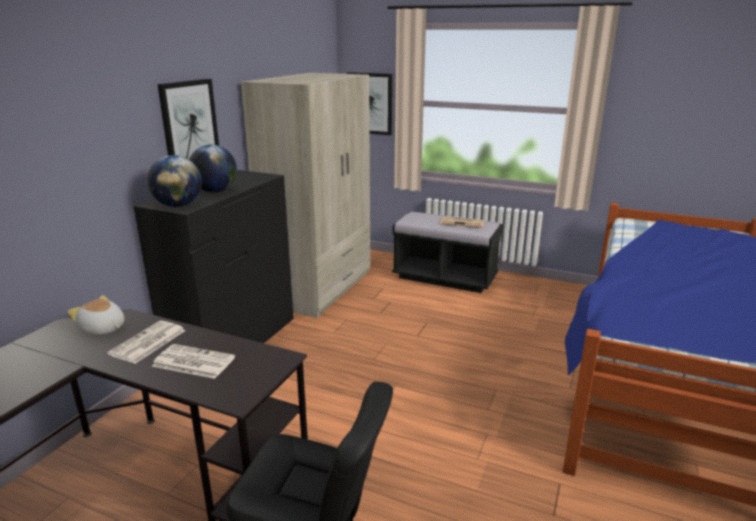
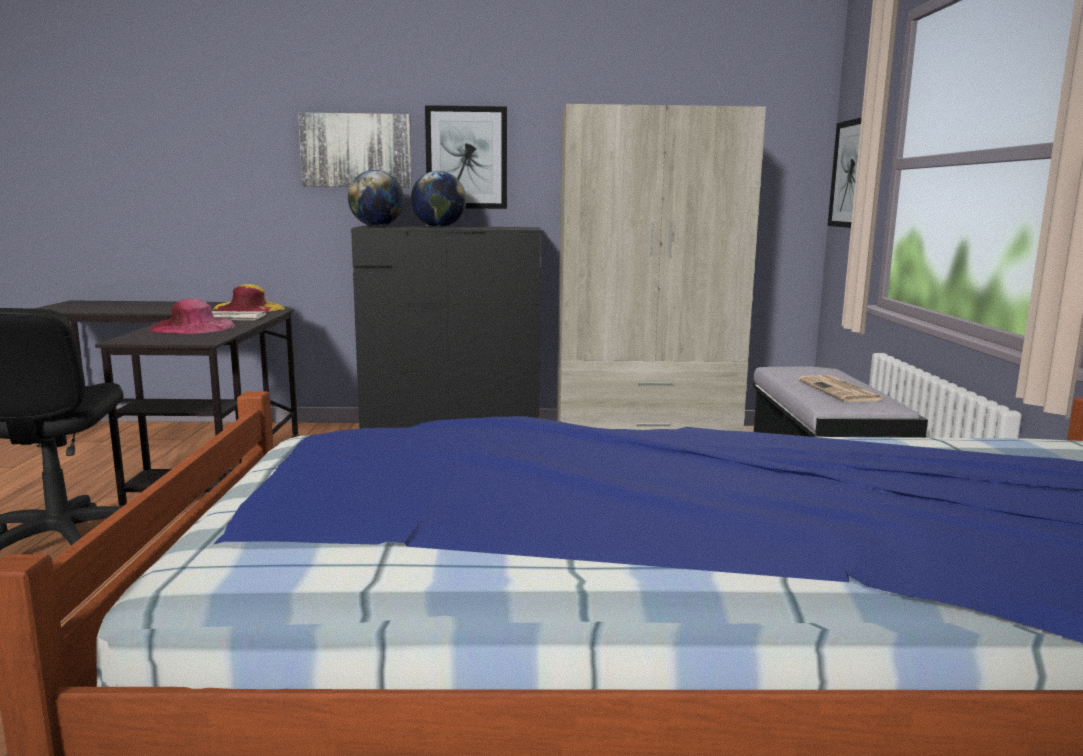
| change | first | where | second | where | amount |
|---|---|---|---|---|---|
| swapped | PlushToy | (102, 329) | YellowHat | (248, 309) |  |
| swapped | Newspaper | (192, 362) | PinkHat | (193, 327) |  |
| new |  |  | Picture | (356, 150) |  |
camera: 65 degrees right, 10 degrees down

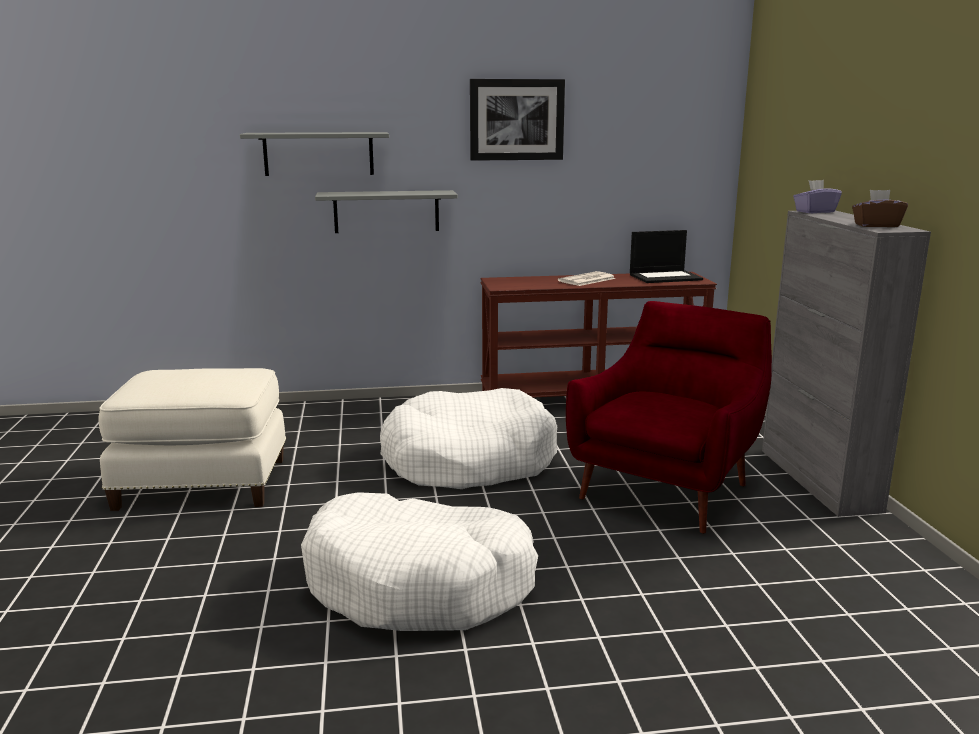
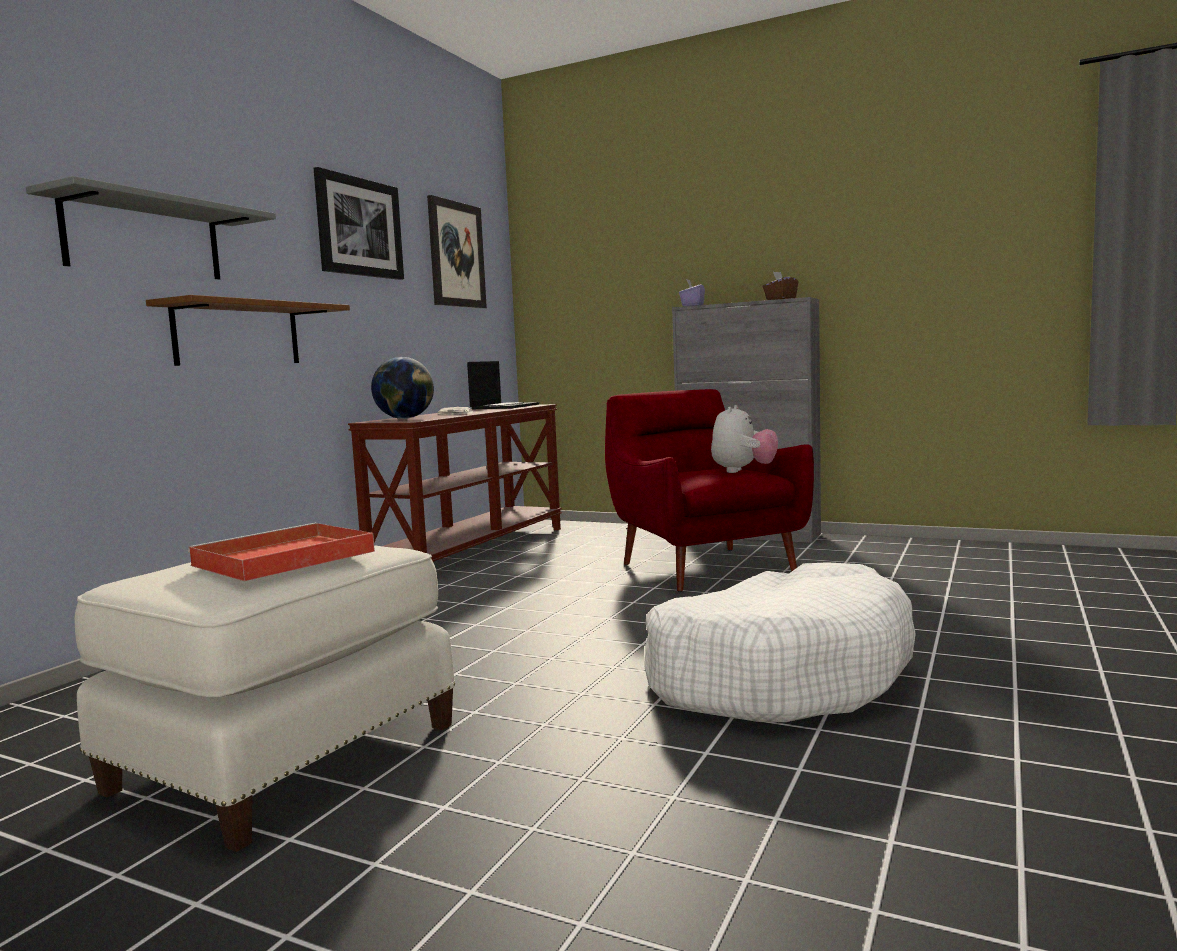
| change | first | where | second | where | amount |
|---|---|---|---|---|---|
| repainted | GreyShelf | (386, 211) | BrownShelf | (238, 334) |  |
| gone | WhiteDogBed | (468, 460) |  |  |  |
| new |  |  | RedTray | (281, 559) |  |
| new |  |  | Globe | (405, 418) |  |
| new |  |  | Picture | (456, 255) |  |
| new |  |  | PlushToy | (743, 471) |  |
camera: 55 degrees left, 10 degrees down

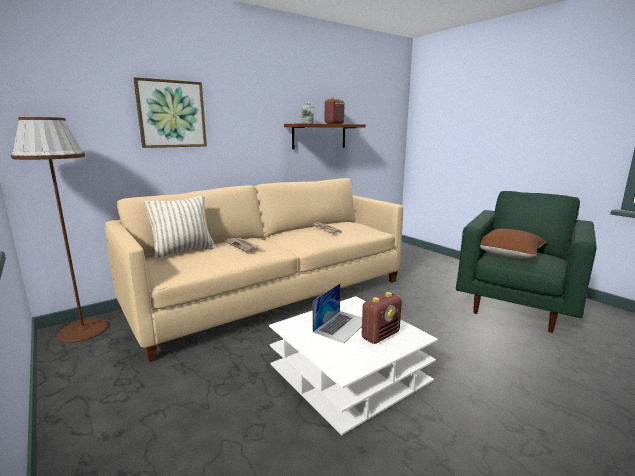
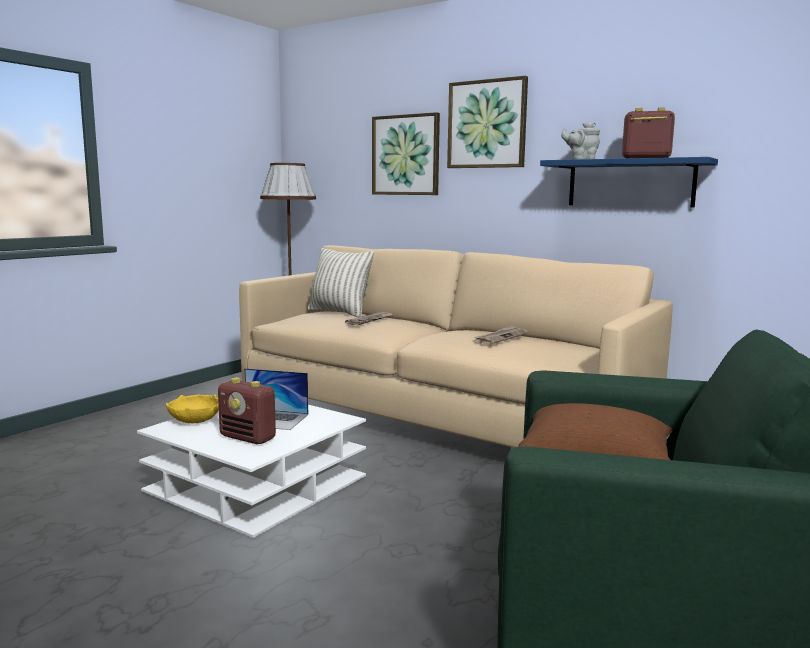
| change | first | where | second | where | amount |
|---|---|---|---|---|---|
| repainted | BrownShelf | (319, 136) | BlueShelf | (630, 183) |  |
| new |  |  | YellowBowl | (195, 420) |  |
| new |  |  | Picture | (487, 124) |  |
camera: 70 degrees right, 5 degrees down

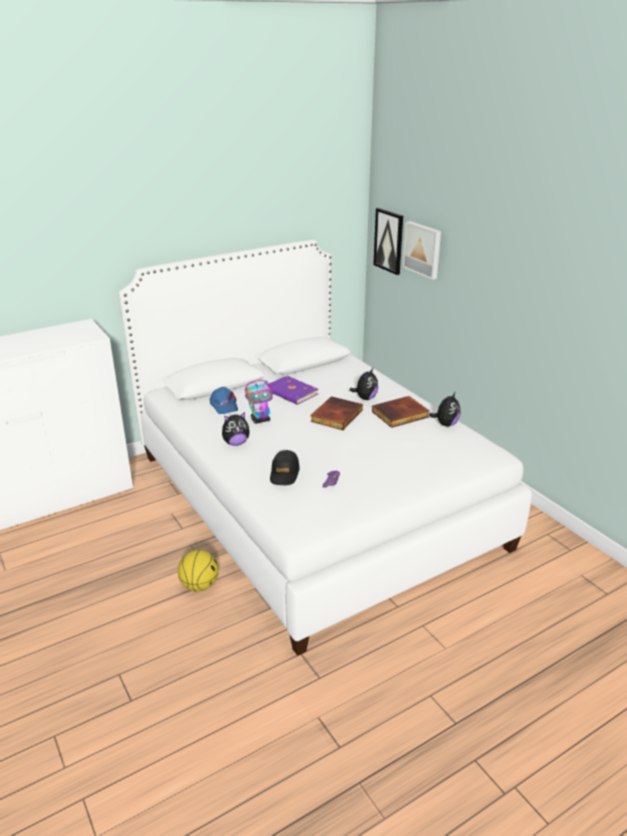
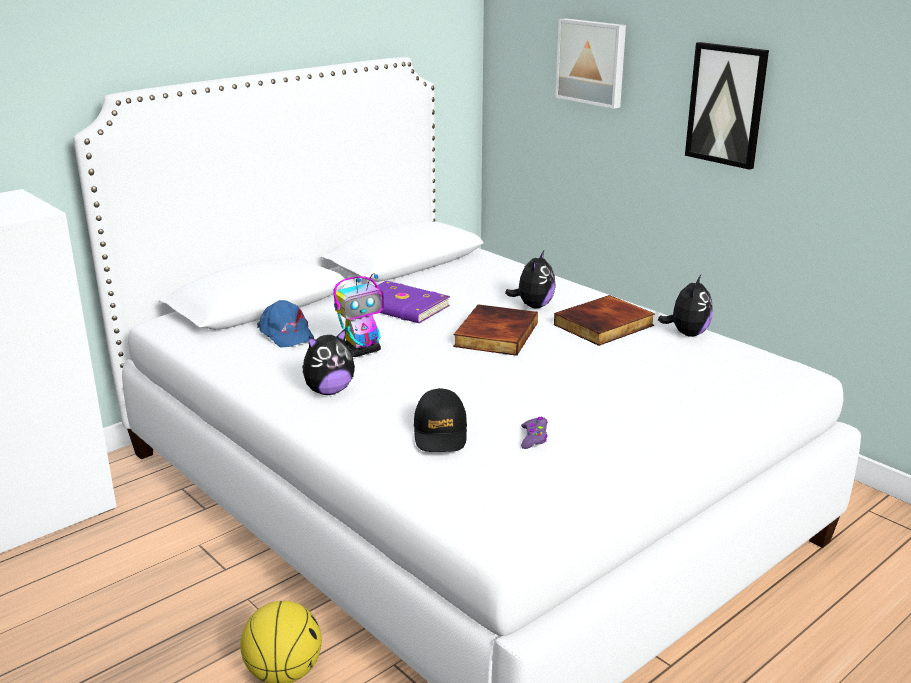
| change | first | where | second | where | amount |
|---|---|---|---|---|---|
| shifted | Picture | (389, 241) |  | (726, 105) |  |
camera: 10 degrees left, 5 degrees down

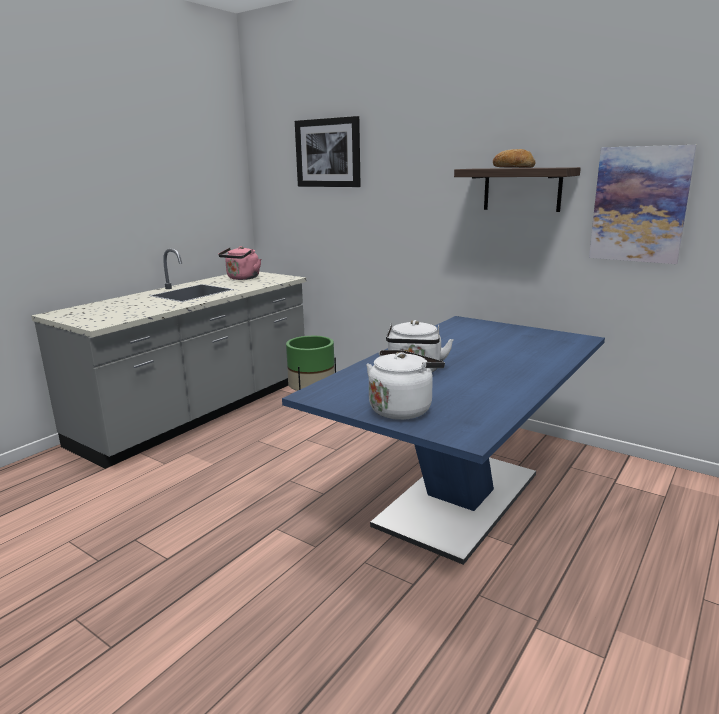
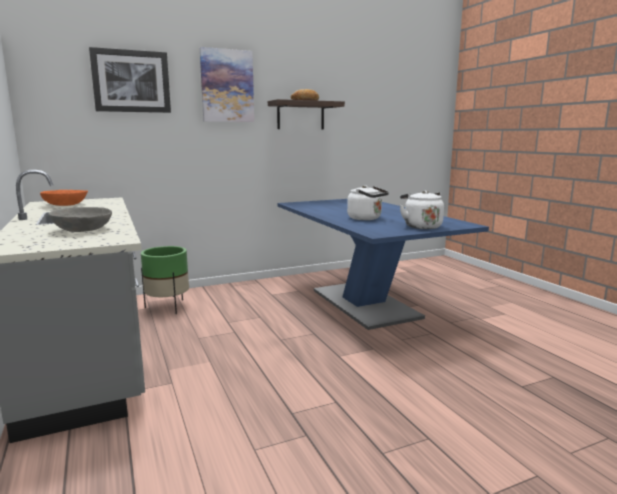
| change | first | where | second | where | amount |
|---|---|---|---|---|---|
| swapped | PinkKettle | (242, 278) | OrangeBowl | (65, 205) |  |
| shifted | Picture | (639, 204) |  | (227, 86) |  |
| new |  |  | GreyBowl | (82, 229) |  |
camera: 60 degrees left, 5 degrees down

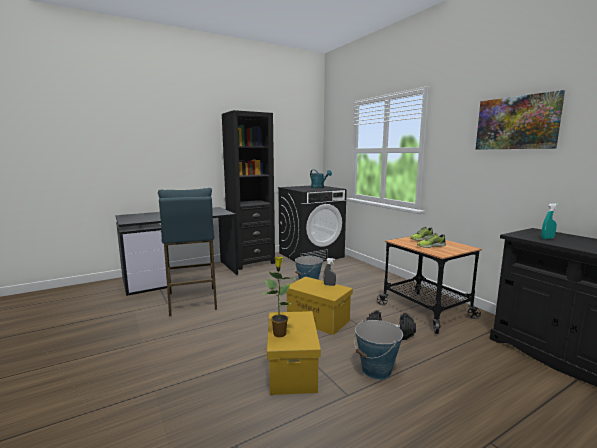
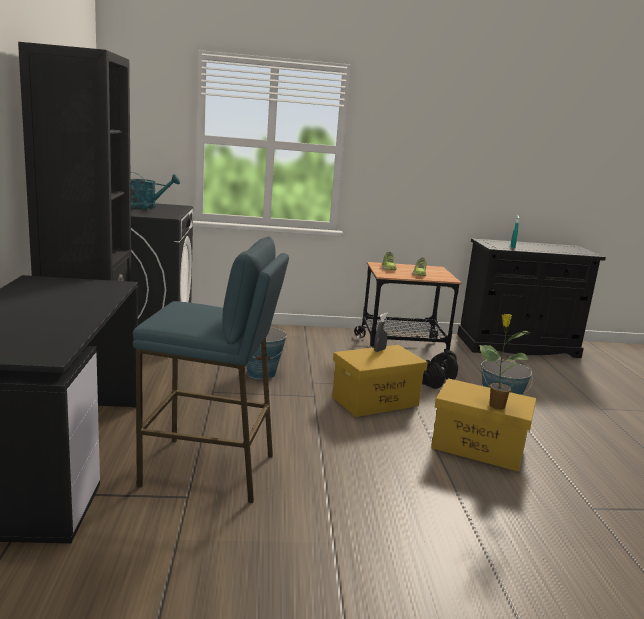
| change | first | where | second | where | amount |
|---|---|---|---|---|---|
| gone | Picture | (516, 123) |  |  |  |
camera: 65 degrees left, 5 degrees up

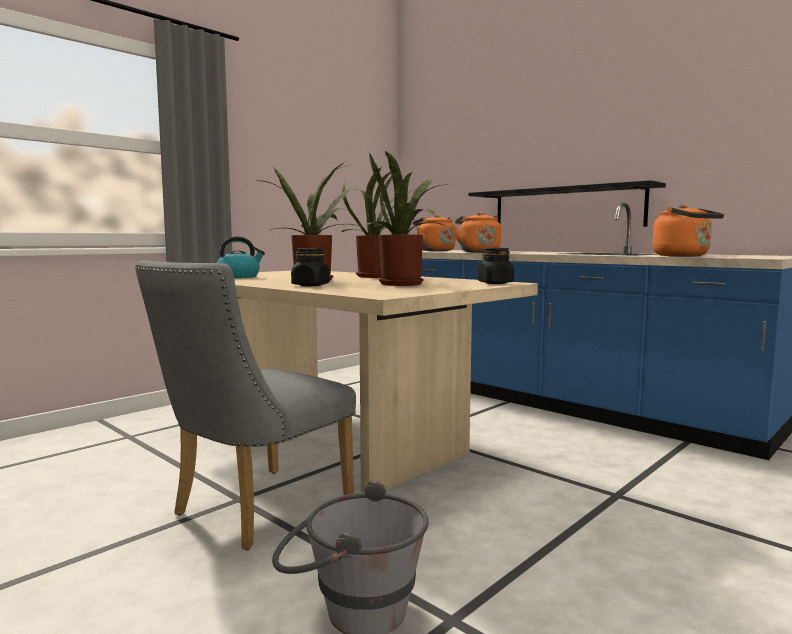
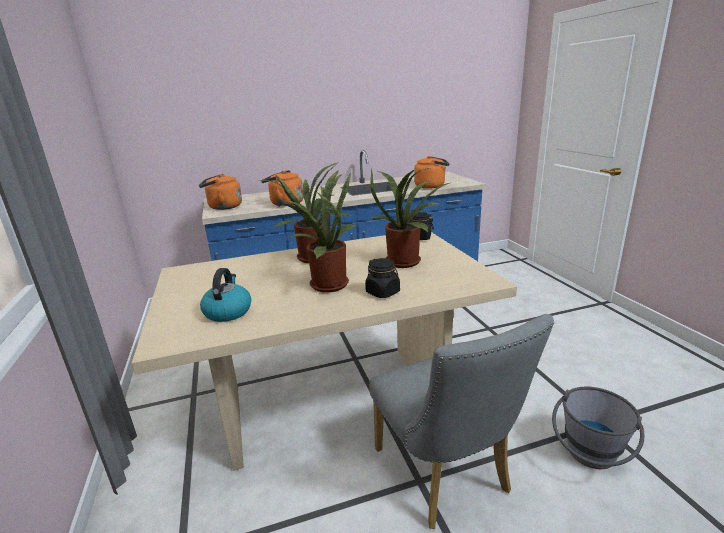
| change | first | where | second | where | amount |
|---|---|---|---|---|---|
| gone | BlackShelf | (566, 208) |  |  |  |
camera: 60 degrees left, 15 degrees up

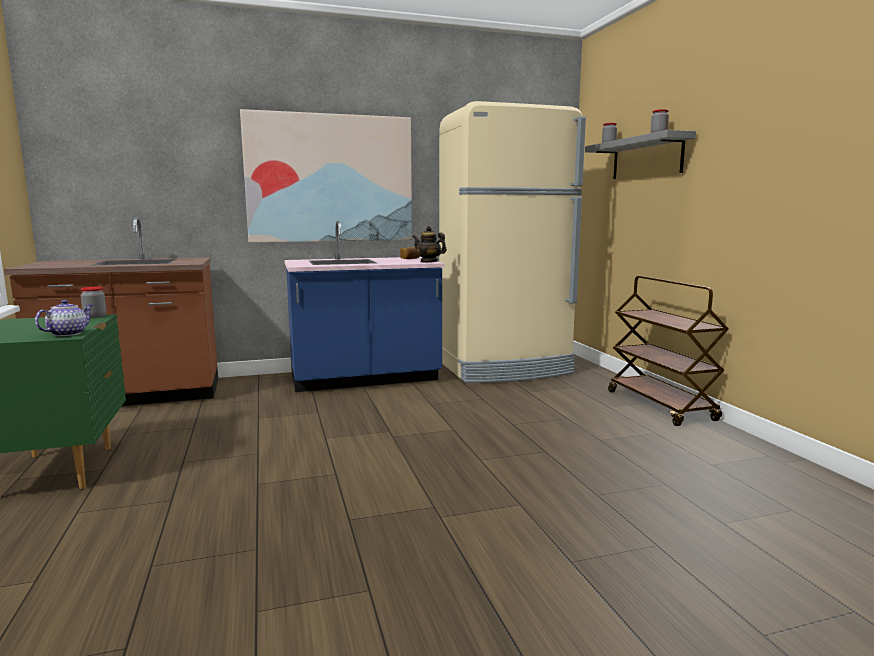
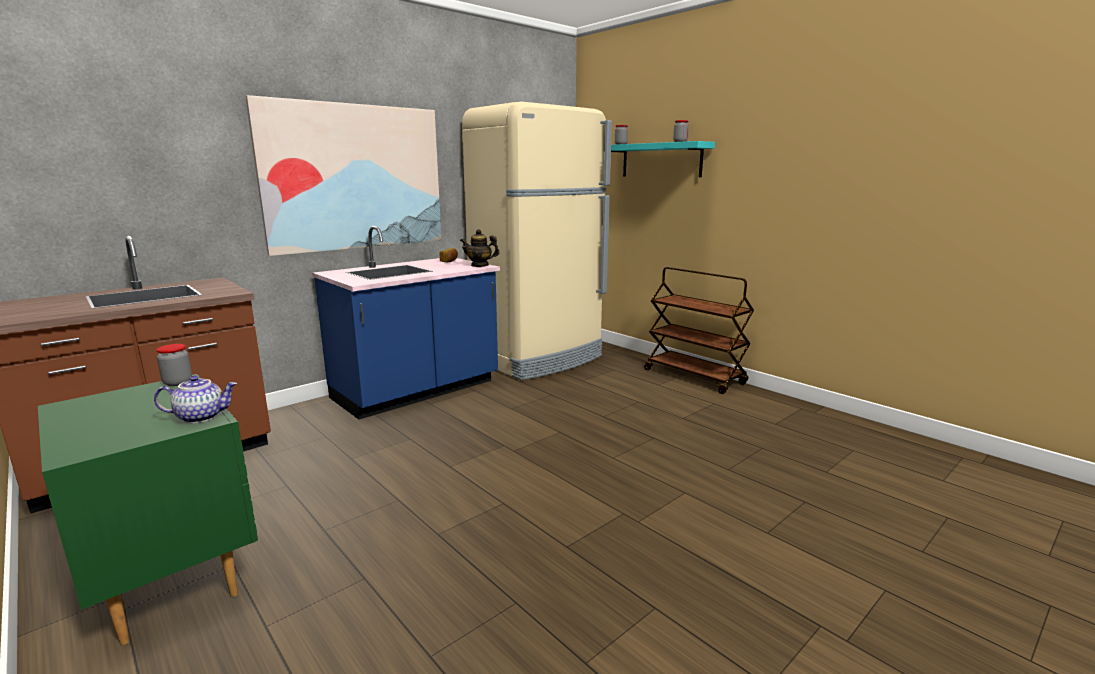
| change | first | where | second | where | amount |
|---|---|---|---|---|---|
| rotated | Teapot | (67, 334) |  | (202, 416) | 75 degrees clockwise |
| repainted | GreyShelf | (646, 158) | TurquoiseShelf | (661, 160) |  |
camera: 25 degrees left, 5 degrees up

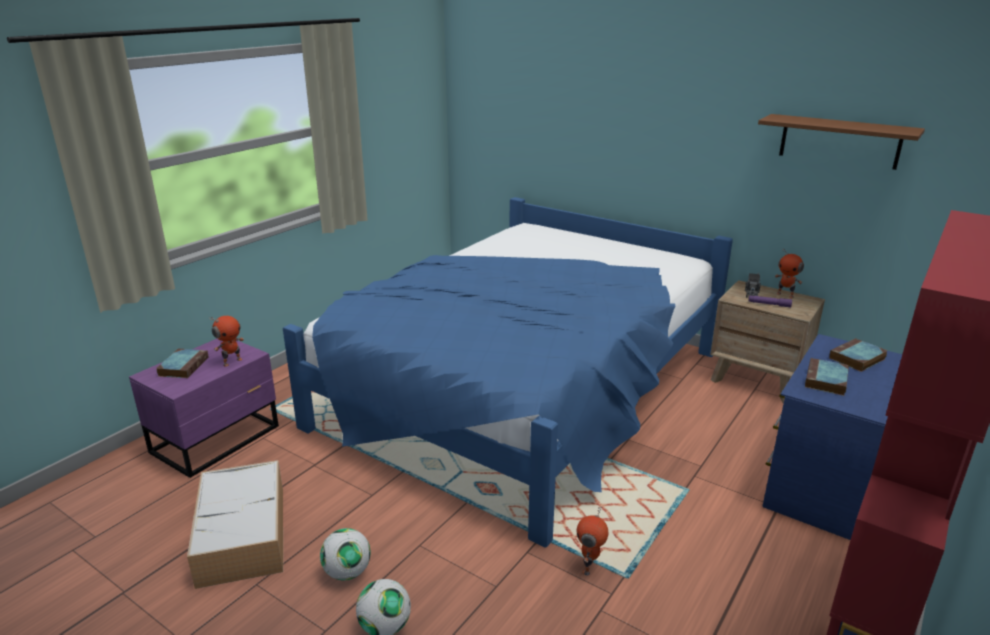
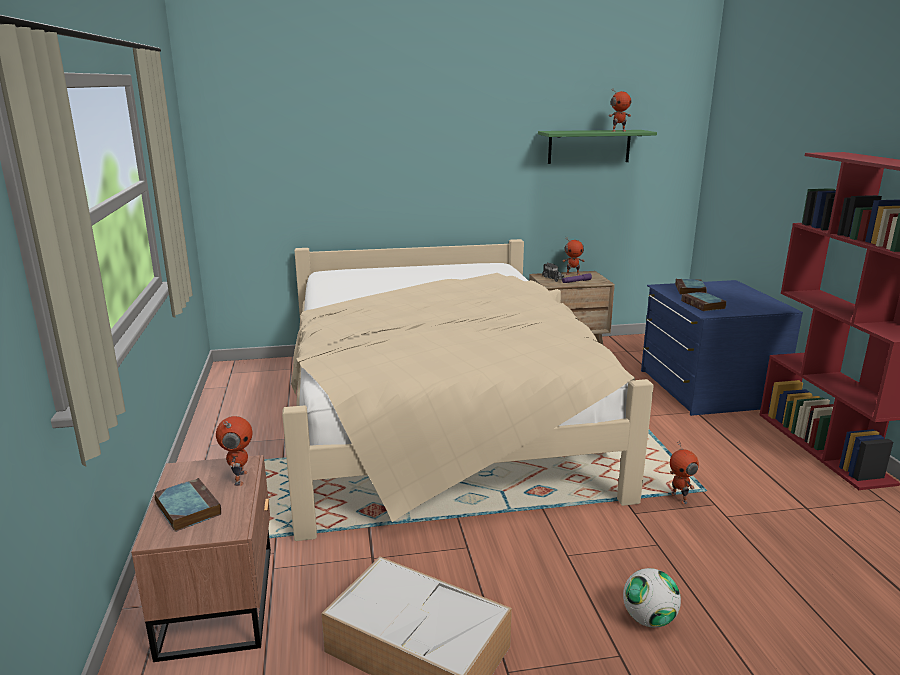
| change | first | where | second | where | amount |
|---|---|---|---|---|---|
| repainted | PurpleNightstand | (218, 439) | BrownNightstand | (222, 598) |  |
| repainted | BlueBed | (525, 389) | BeigeBed | (439, 416) |  |
| gone | Football | (347, 572) |  |  |  |
| repainted | BrownShelf | (839, 141) | GreenShelf | (589, 146) |  |
| new |  |  | ToyRobot | (618, 131) |  |
camera: 45 degrees left, 5 degrees down

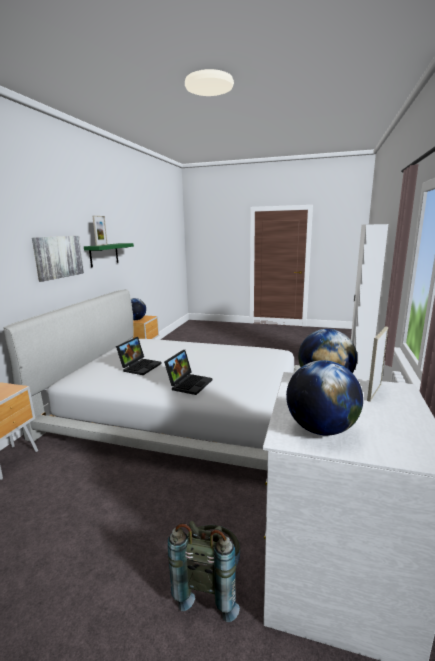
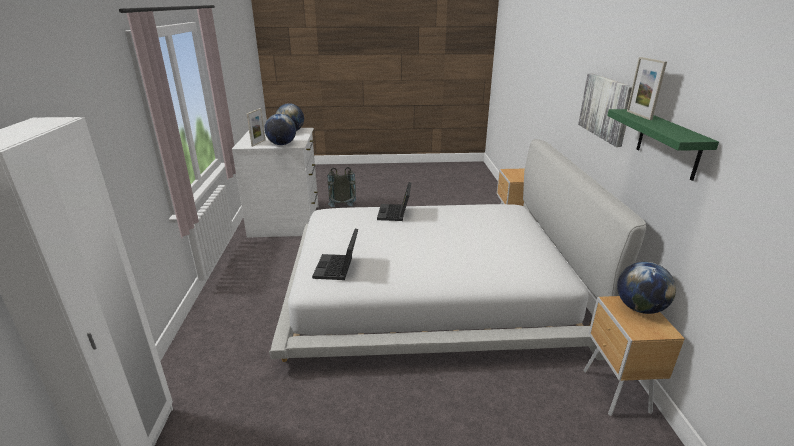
| change | first | where | second | where | amount |
|---|---|---|---|---|---|
| shifted | Laptop | (140, 366) |  | (337, 268) |  |
camera: 160 degrees right, 10 degrees up

